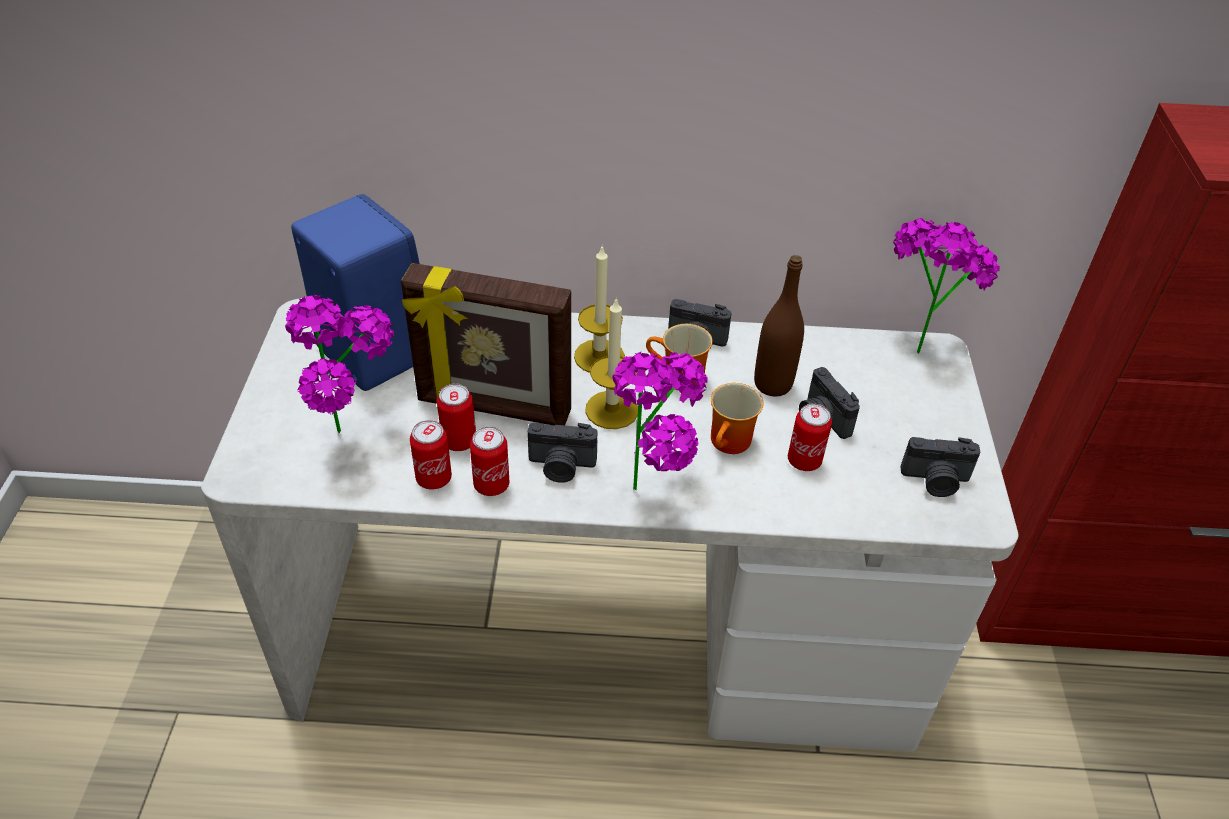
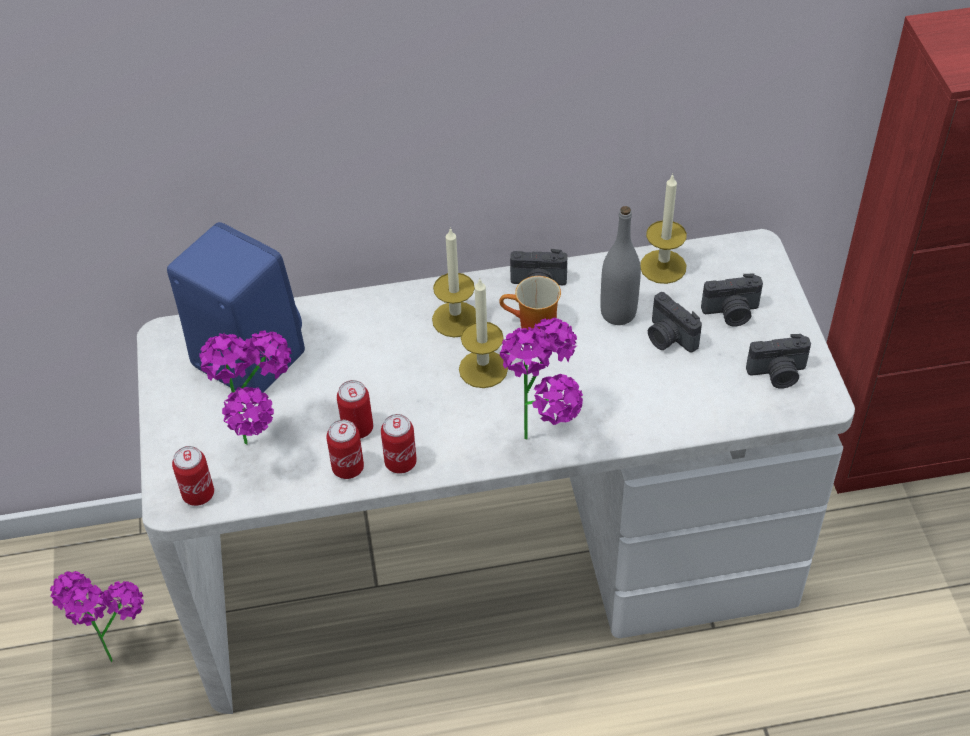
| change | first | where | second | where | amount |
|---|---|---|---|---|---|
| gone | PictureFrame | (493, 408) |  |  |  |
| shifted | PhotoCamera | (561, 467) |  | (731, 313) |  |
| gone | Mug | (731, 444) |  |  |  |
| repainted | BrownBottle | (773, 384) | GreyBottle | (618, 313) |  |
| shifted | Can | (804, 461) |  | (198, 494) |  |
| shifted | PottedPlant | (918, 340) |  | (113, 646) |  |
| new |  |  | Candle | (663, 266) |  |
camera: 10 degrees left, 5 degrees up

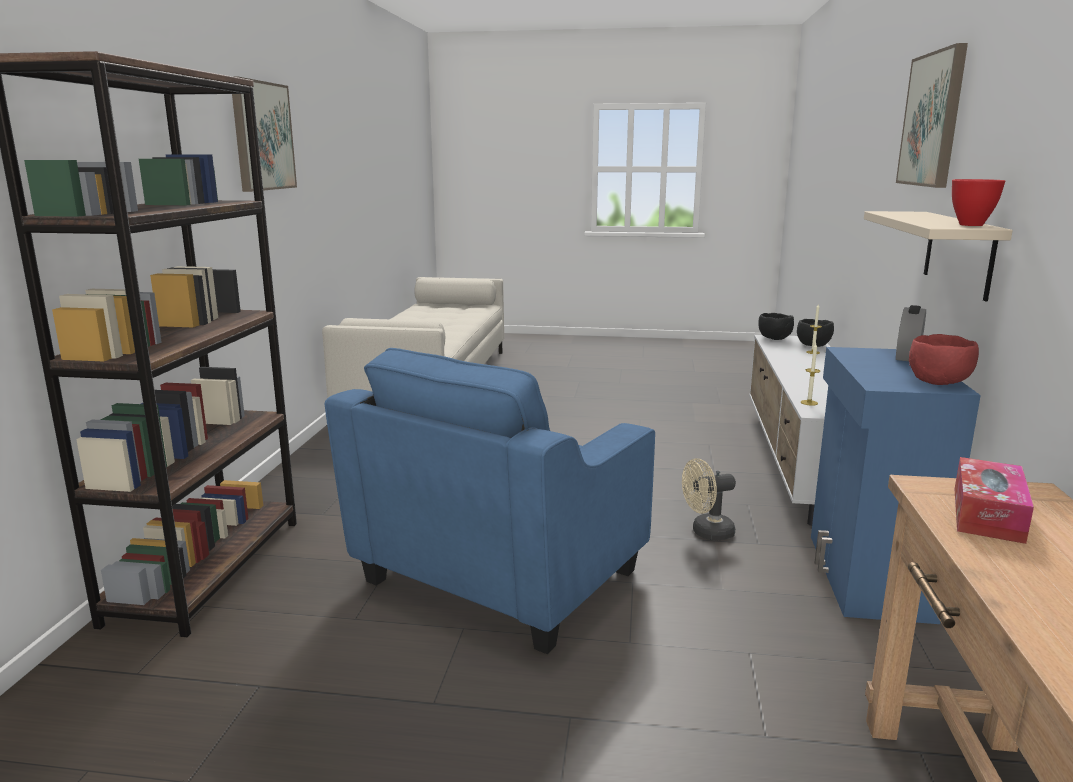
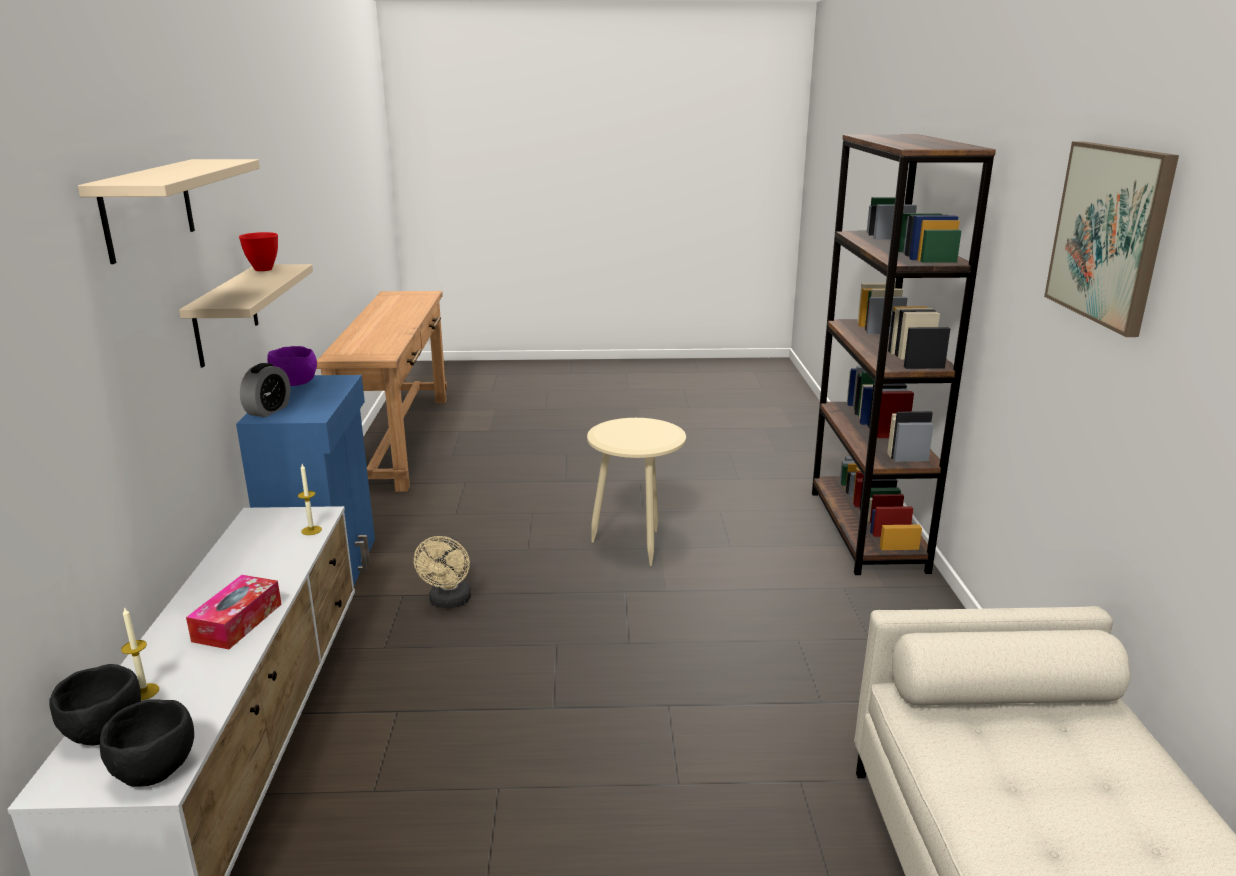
| change | first | where | second | where | amount |
|---|---|---|---|---|---|
| swapped | BlueArmchair | (498, 576) | BeigeSideTable | (635, 544) |  |
| rotated | BeigeFan | (706, 533) |  | (449, 602) | 120 degrees clockwise |
| swapped | Picture | (933, 120) | BeigeShelf | (148, 208) |  |
| repainted | RedBowl | (939, 382) | PurpleBowl | (293, 383) |  |
| shifted | TissueBox | (987, 514) |  | (237, 622) |  |
camera: 170 degrees right, 5 degrees up

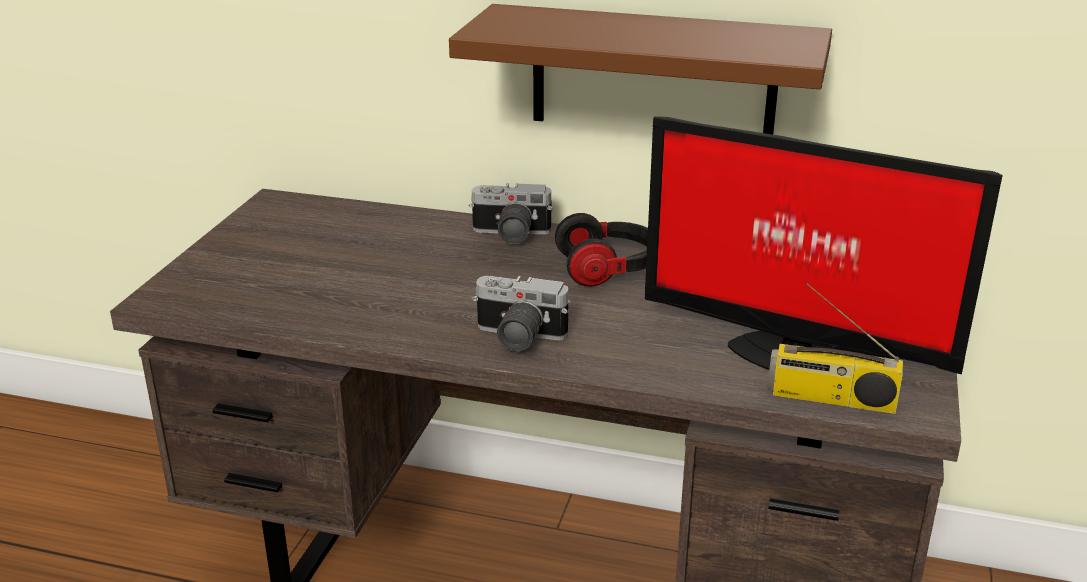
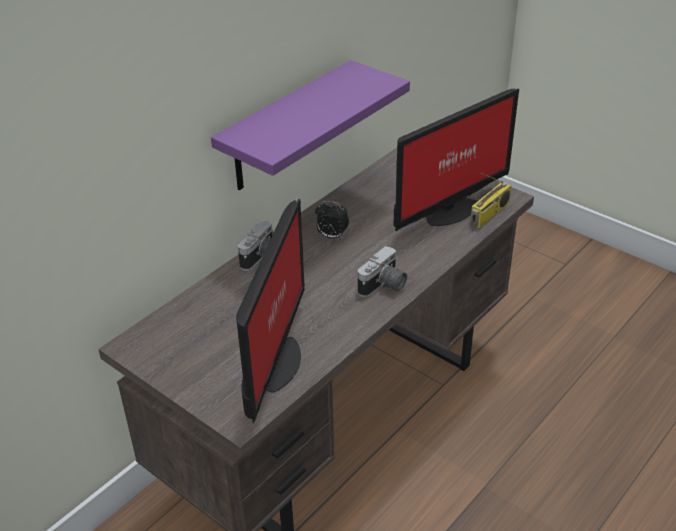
| change | first | where | second | where | amount |
|---|---|---|---|---|---|
| repainted | BrownShelf | (653, 74) | PurpleShelf | (287, 127) |  |
| swapped | Headphones | (609, 269) | AlarmClock | (331, 236) |  |
| new |  |  | Monitor | (274, 365) |  |
camera: 65 degrees left, 10 degrees up

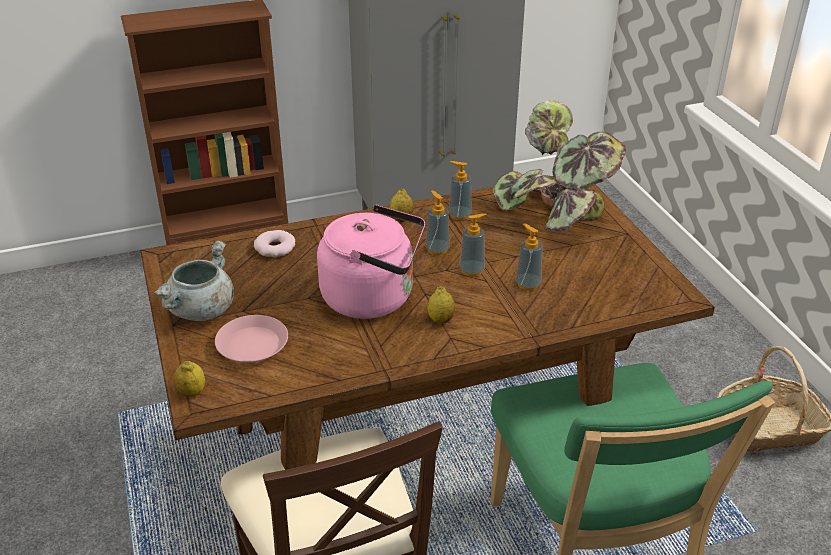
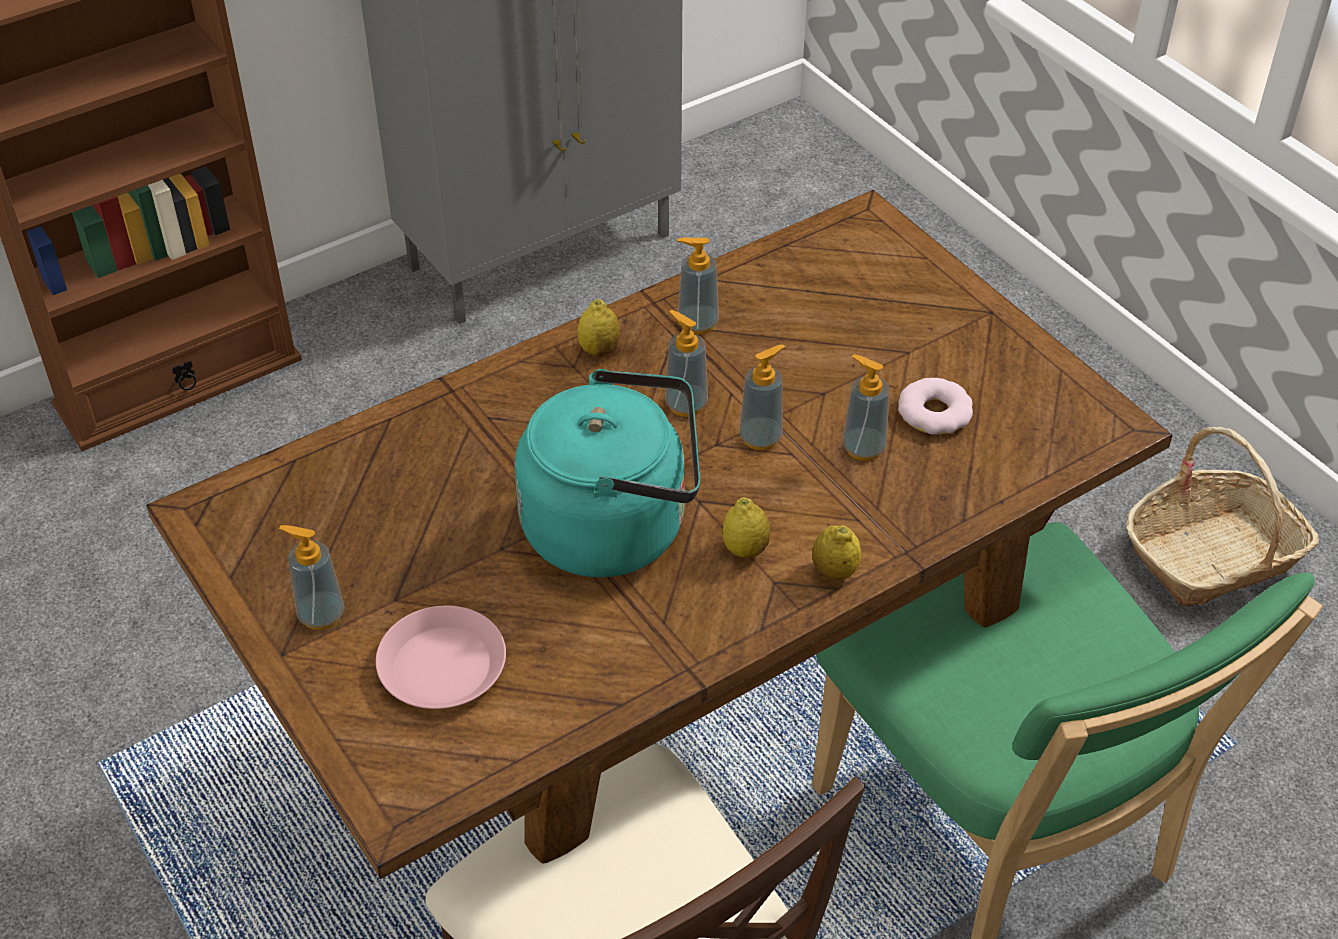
| change | first | where | second | where | amount |
|---|---|---|---|---|---|
| swapped | GreyCookingPot | (201, 311) | SoapDispenser | (321, 615) |  |
| shifted | Lemon | (192, 392) |  | (834, 571) |  |
| shifted | Donut | (275, 248) |  | (935, 413) |  |
| repainted | PinkKettle | (374, 298) | TurquoiseKettle | (615, 527) |  |
| gone | PottedPlant | (557, 215) |  |  |  |
camera: 15 degrees left, 10 degrees up

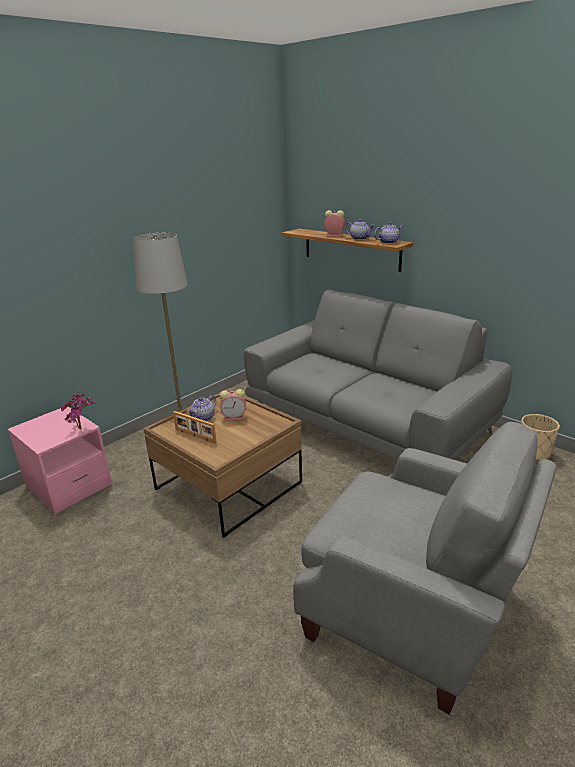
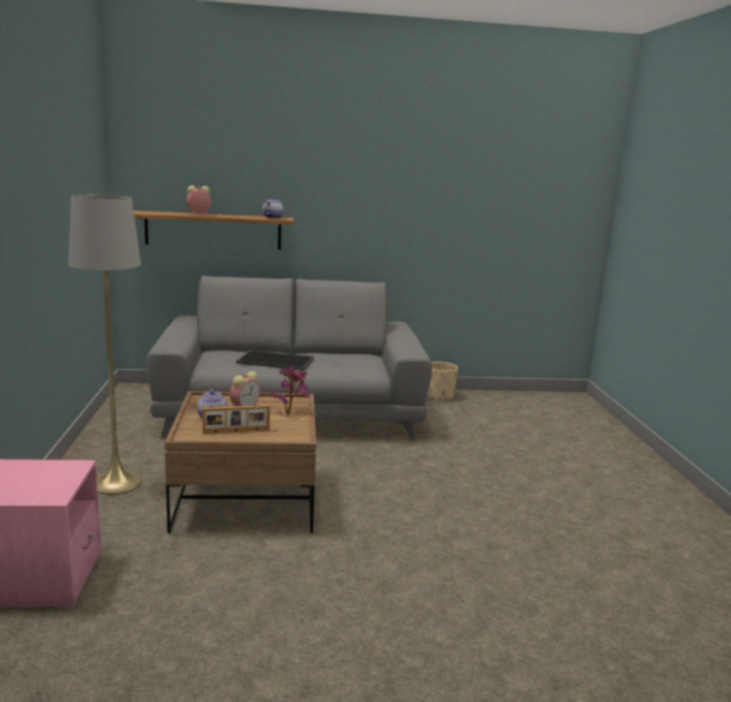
| change | first | where | second | where | amount |
|---|---|---|---|---|---|
| shifted | PottedPlant | (83, 429) |  | (291, 412) |  |
| gone | GreyArmchair | (412, 612) |  |  |  |
| gone | Teapot | (359, 238) |  |  |  |
| new |  |  | Tray | (276, 360) |  |
camera: 50 degrees left, 10 degrees down

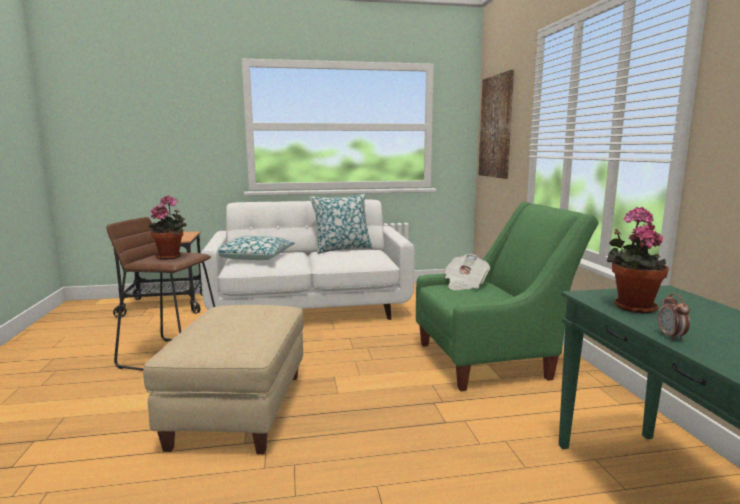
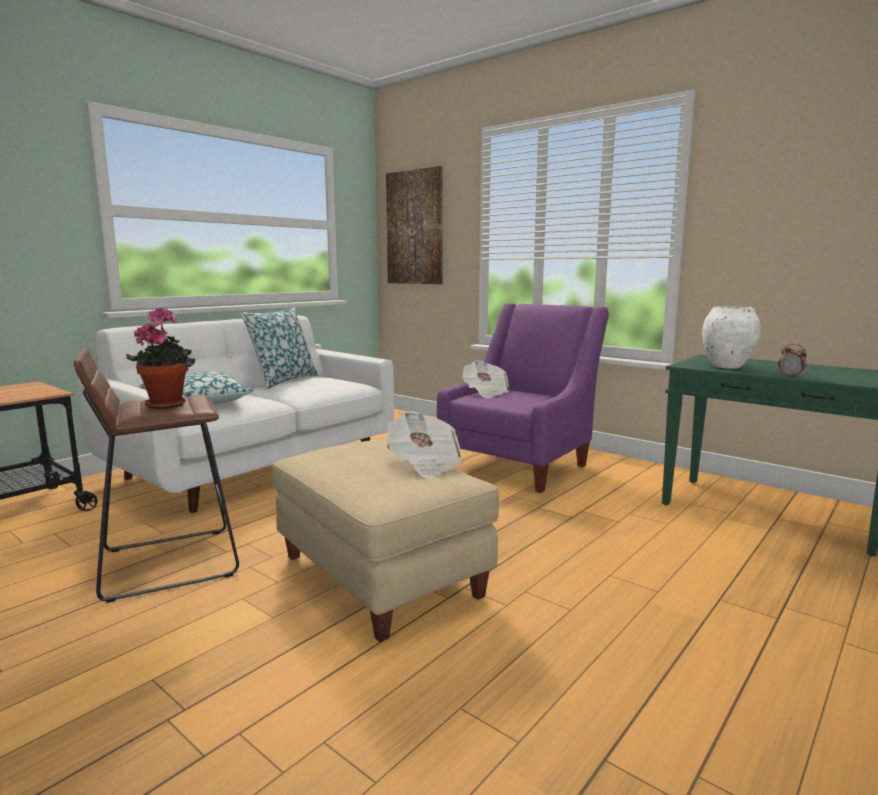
| change | first | where | second | where | amount |
|---|---|---|---|---|---|
| repainted | GreenArmchair | (492, 359) | PurpleArmchair | (521, 464) |  |
| swapped | PottedPlant | (631, 306) | WhiteVase | (726, 366) |  |
| new |  |  | Newspaper | (424, 464) |  |
camera: 40 degrees left, 0 degrees up

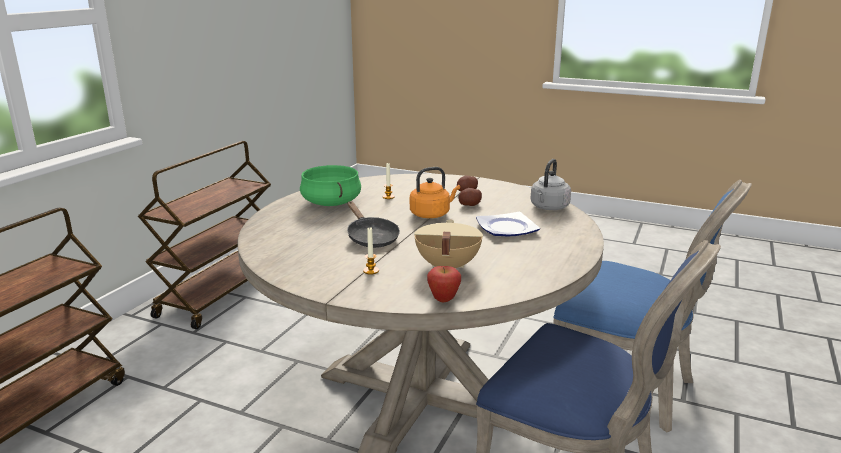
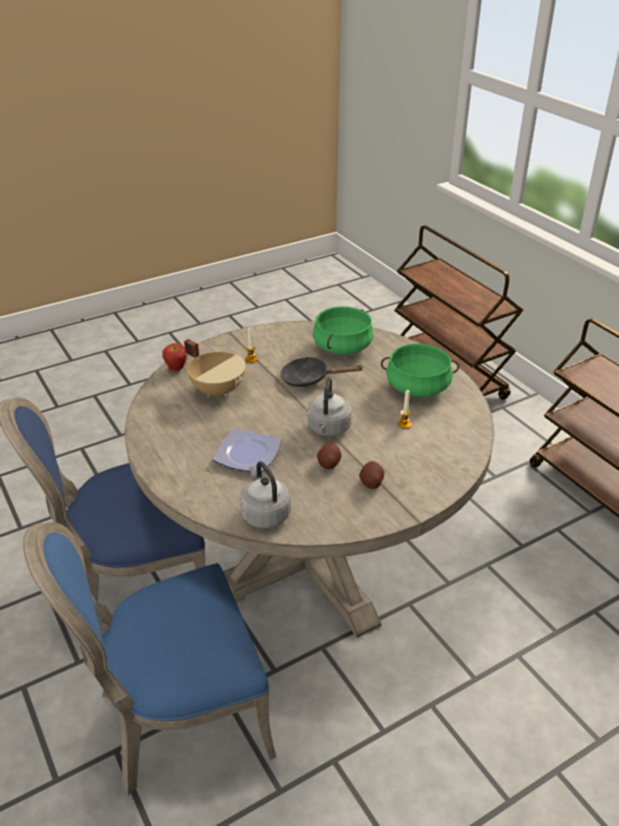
| change | first | where | second | where | amount |
|---|---|---|---|---|---|
| repainted | OrangeKettle | (432, 214) | GreyKettle | (328, 429) |  |
| new |  |  | GreenCookingPot | (343, 347) |  |
camera: 125 degrees right, 15 degrees up

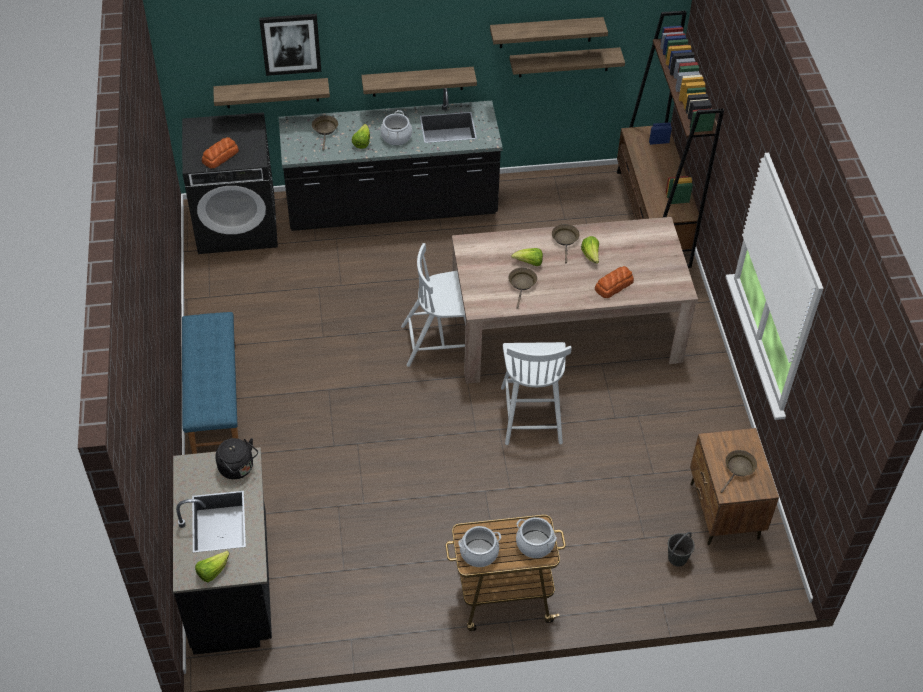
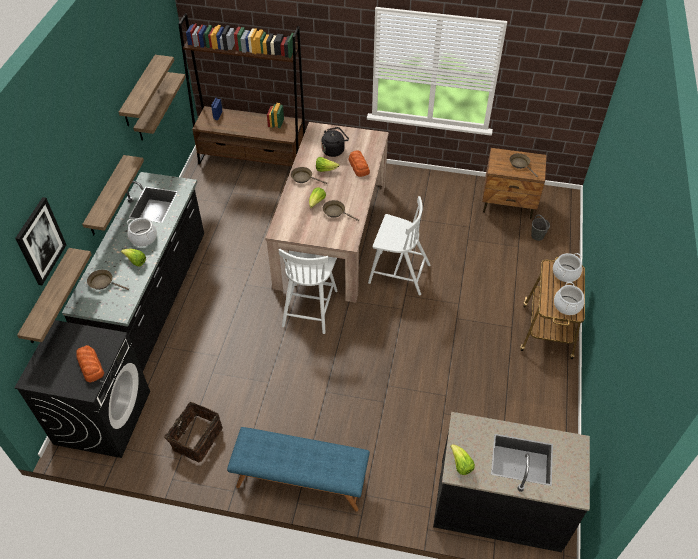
| change | first | where | second | where | amount |
|---|---|---|---|---|---|
| shifted | Lettuce | (212, 571) |  | (460, 464) |  |
| shifted | BlackKettle | (238, 468) |  | (334, 150) |  |
| new |  |  | Basket | (196, 438) |  |
camera: 70 degrees left, 0 degrees up

